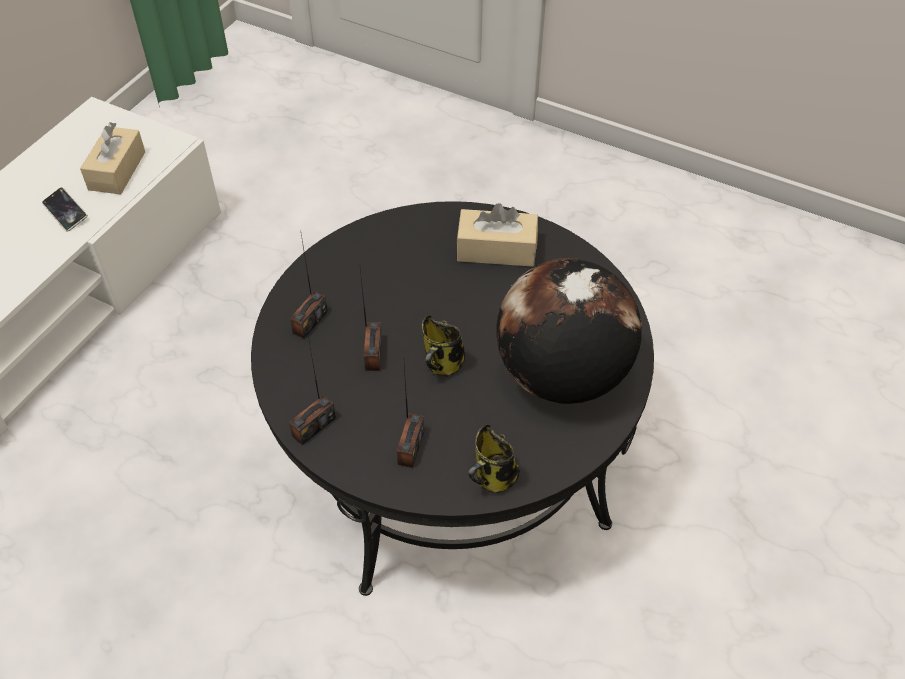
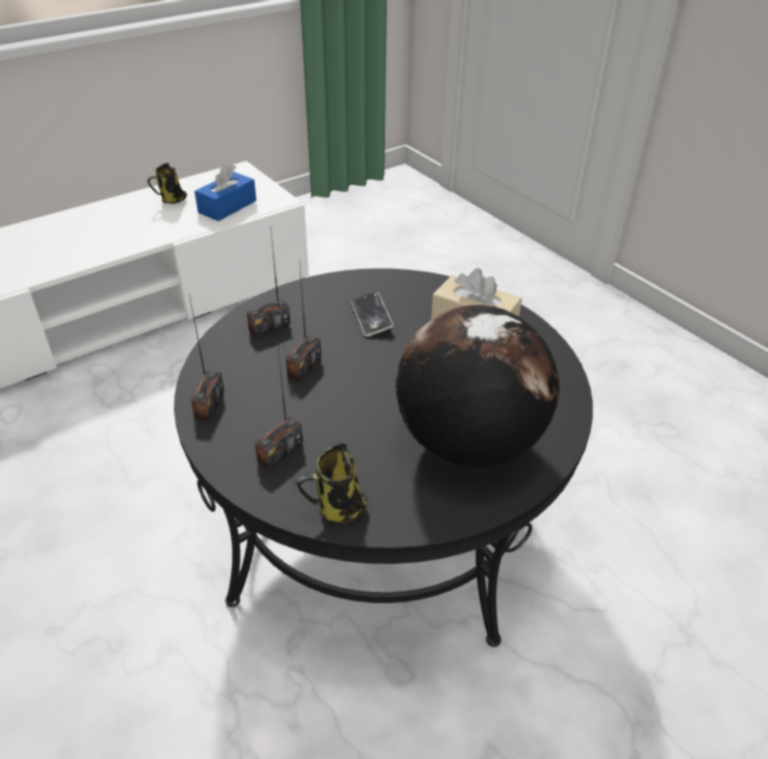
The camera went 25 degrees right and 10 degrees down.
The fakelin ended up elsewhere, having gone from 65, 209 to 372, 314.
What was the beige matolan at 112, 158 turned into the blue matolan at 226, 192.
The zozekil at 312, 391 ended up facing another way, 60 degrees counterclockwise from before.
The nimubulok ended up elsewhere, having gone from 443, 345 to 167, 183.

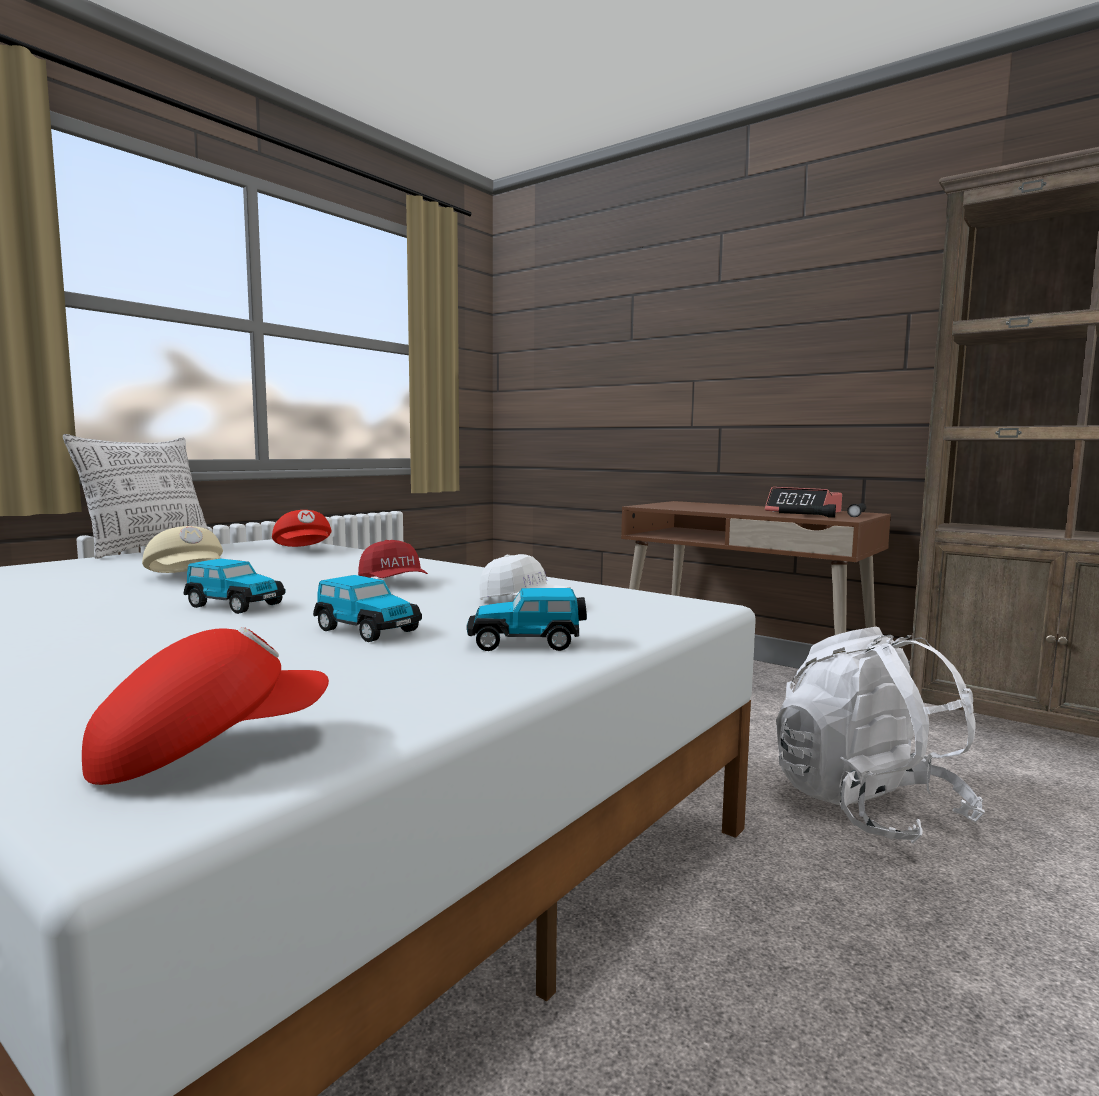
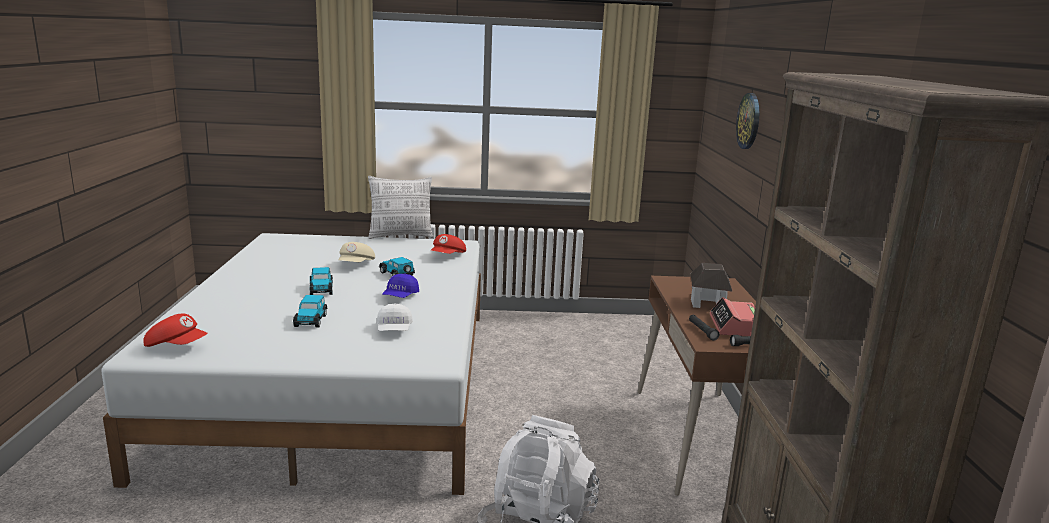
The camera went 50 degrees right and 10 degrees up.
What was the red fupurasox at 393, 559 turned into the blue fupurasox at 400, 285.
The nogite ended up elsewhere, having gone from 527, 619 to 397, 266.
The second view gained the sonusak at 712, 285.
The second view gained the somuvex at 747, 121.

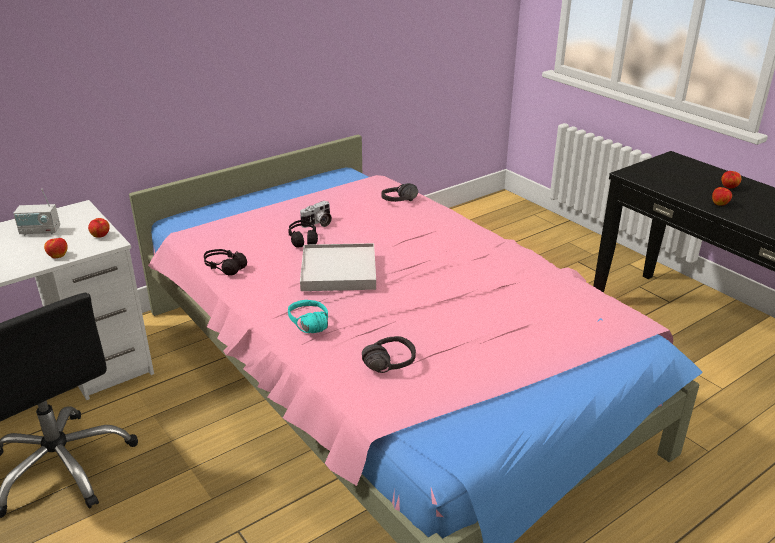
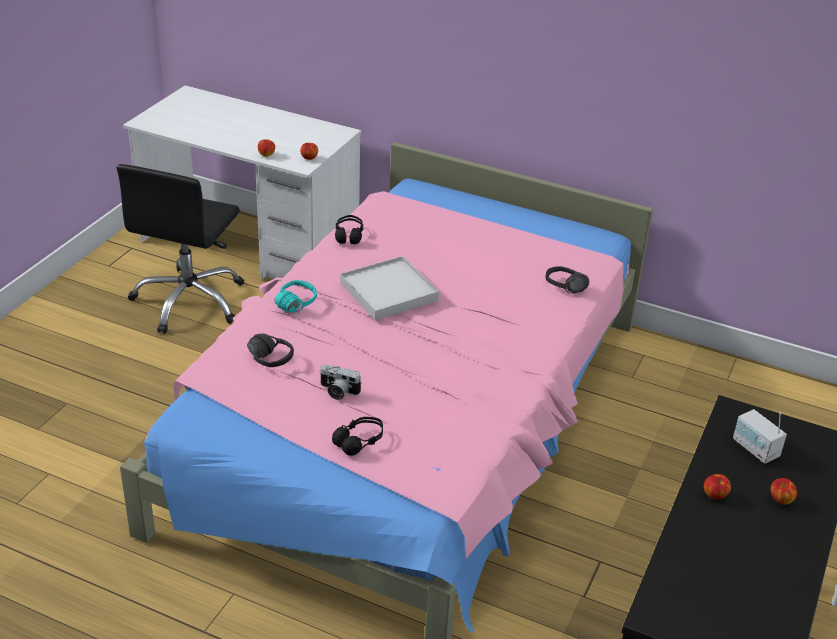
The camera went 60 degrees right and 5 degrees up.
The zozekil ended up elsewhere, having gone from 36, 212 to 760, 436.
The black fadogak ended up elsewhere, having gone from 303, 233 to 357, 436.
The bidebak ended up elsewhere, having gone from 316, 214 to 341, 382.

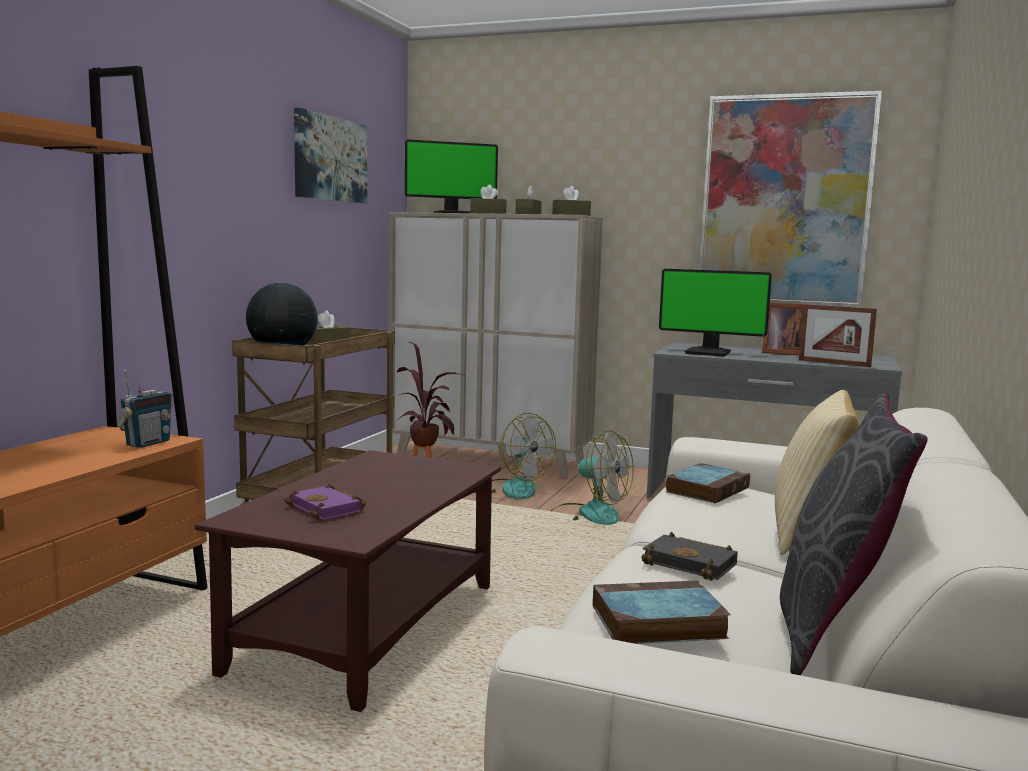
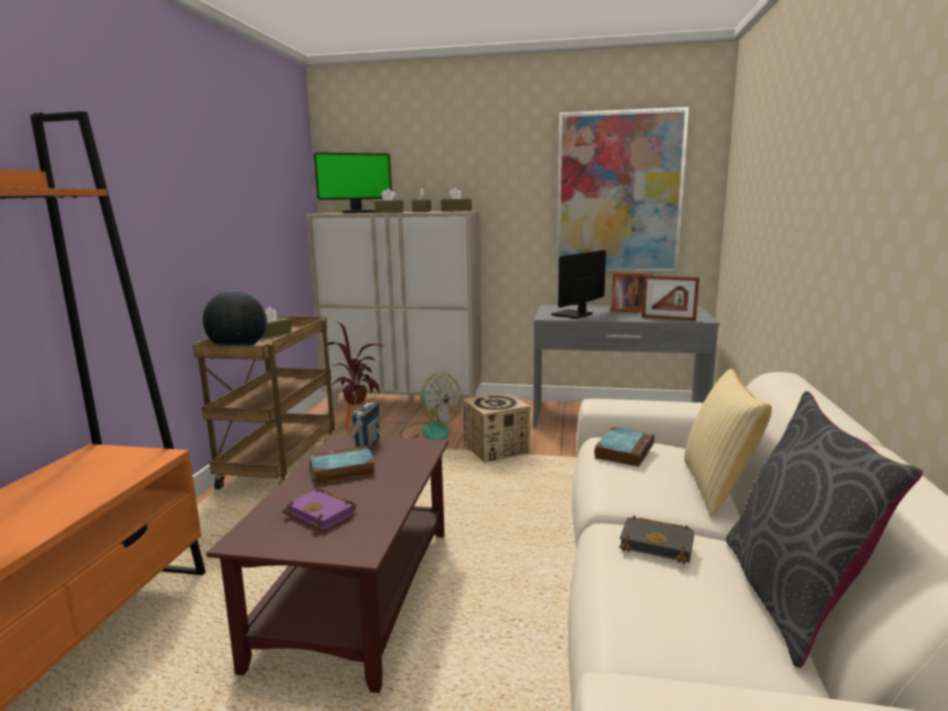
The camera went 10 degrees left and 5 degrees up.
The zozekil ended up elsewhere, having gone from 144, 409 to 365, 420.
The second view lost the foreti at 330, 156.
Where the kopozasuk stood at 592, 477, the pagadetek came to stand at 497, 427.
The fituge ended up elsewhere, having gone from 662, 612 to 342, 464.
The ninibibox at 715, 313 ended up facing another way, 120 degrees clockwise from before.

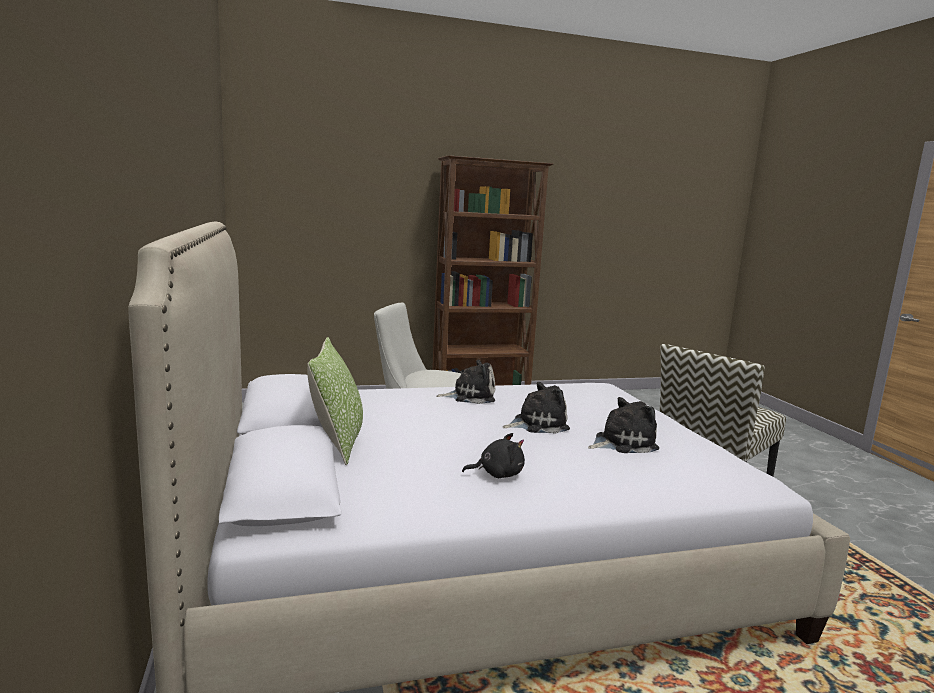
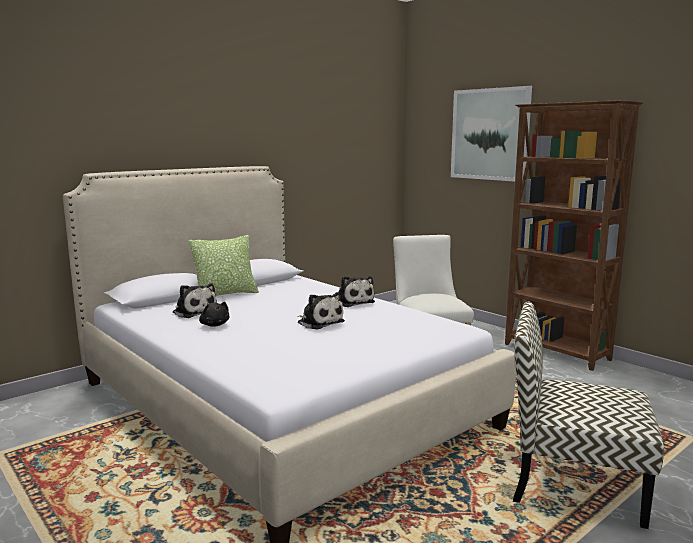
The camera went 65 degrees right and 0 degrees up.
The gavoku ended up elsewhere, having gone from 623, 425 to 195, 300.
The second view gained the foreti at 491, 134.

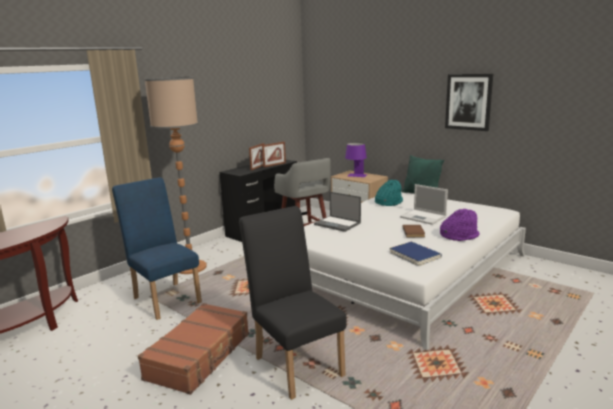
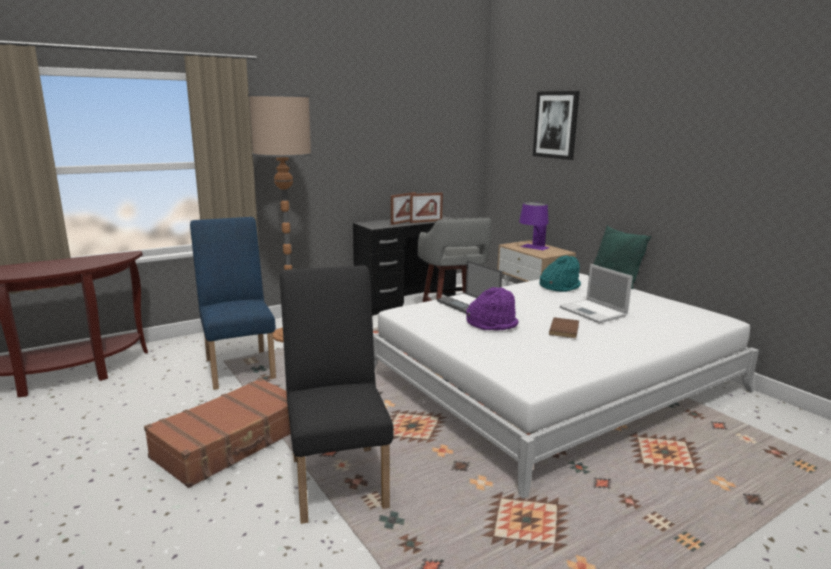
The camera went 15 degrees right and 0 degrees up.
The second view lost the blue fituge at 415, 253.
The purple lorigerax ended up elsewhere, having gone from 459, 225 to 492, 308.
The foreti ended up elsewhere, having gone from 469, 102 to 556, 125.

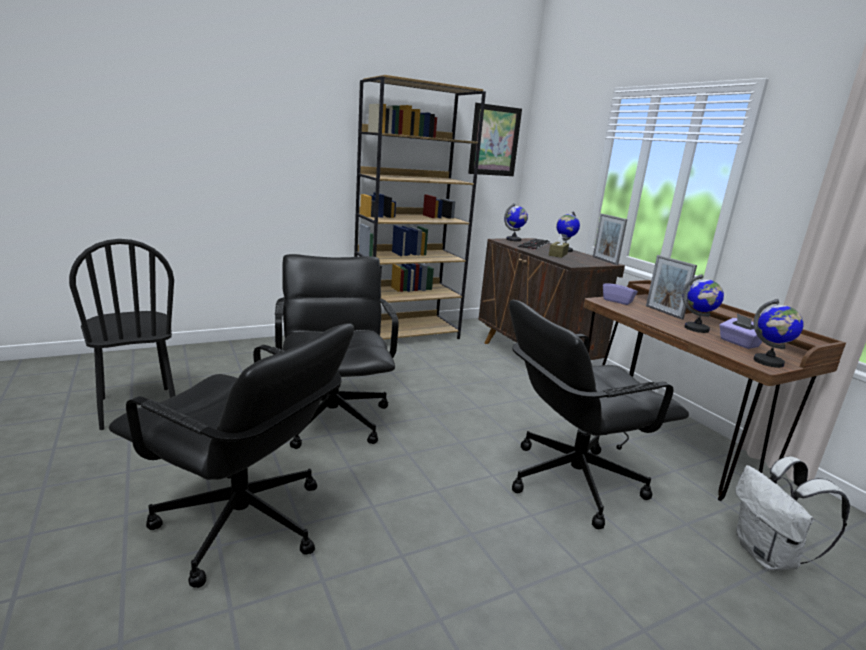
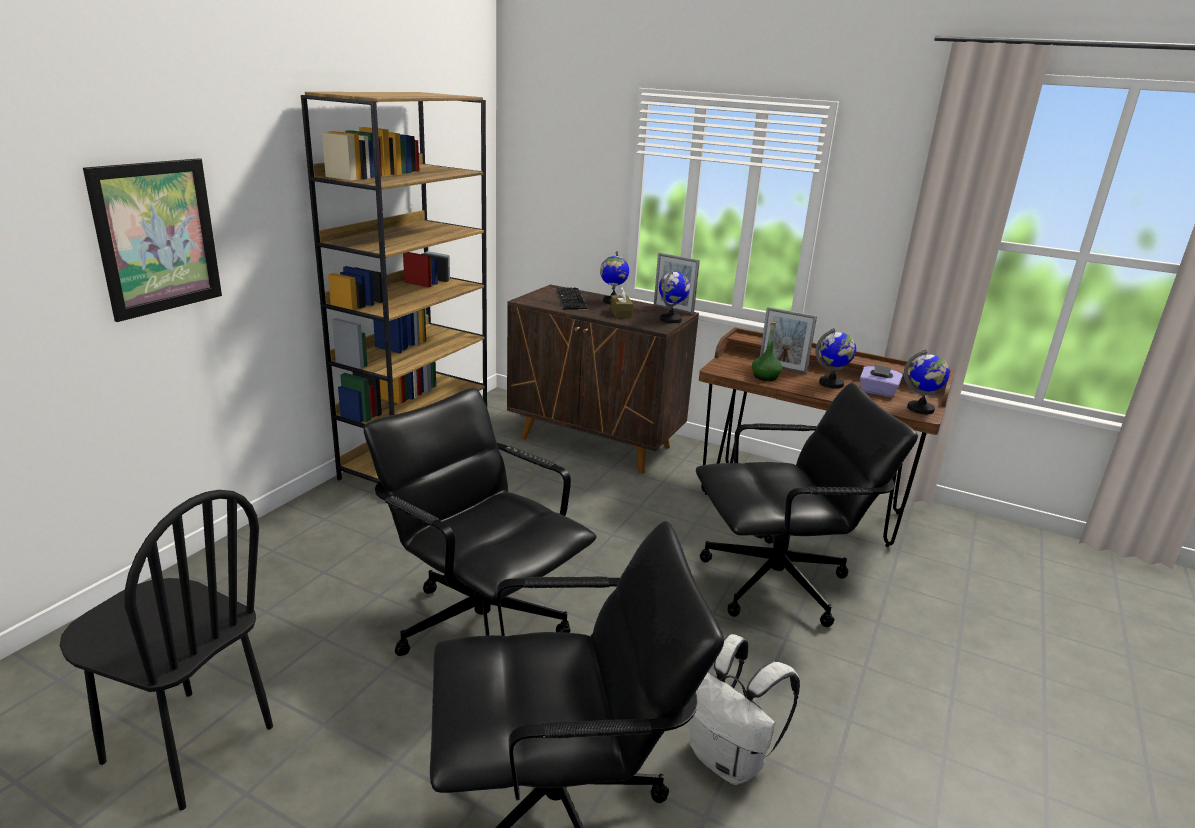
The camera went 35 degrees left and 5 degrees up.
The foreti ended up elsewhere, having gone from 495, 139 to 152, 240.
The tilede ended up elsewhere, having gone from 516, 222 to 674, 296.
The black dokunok at 599, 414 ended up facing another way, 135 degrees counterclockwise from before.
The second view lost the purple matolan at 620, 291.
The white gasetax ended up elsewhere, having gone from 792, 513 to 744, 709.
The second view gained the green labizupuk at 767, 351.

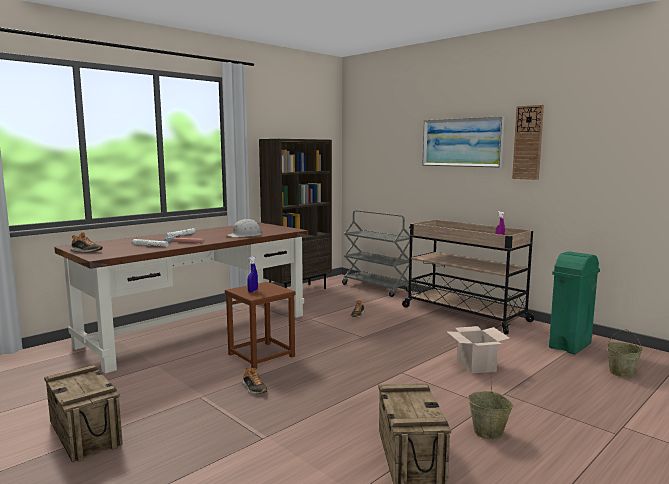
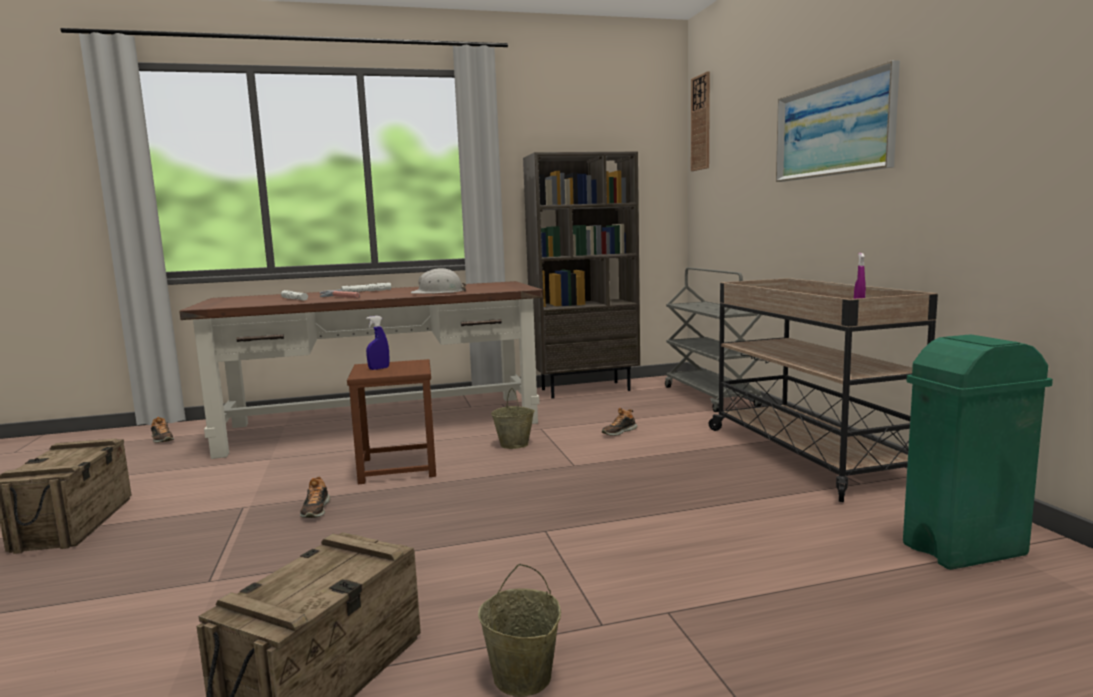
The camera went 30 degrees right and 0 degrees up.
The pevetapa ended up elsewhere, having gone from 86, 242 to 162, 430.
The second view lost the pagadetek at 478, 350.
The somuvex ended up elsewhere, having gone from 528, 142 to 700, 121.
The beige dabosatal ended up elsewhere, having gone from 624, 353 to 513, 418.

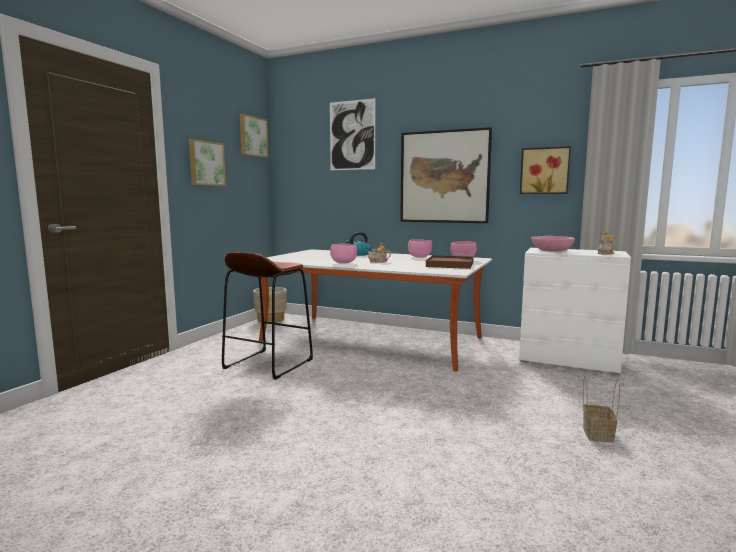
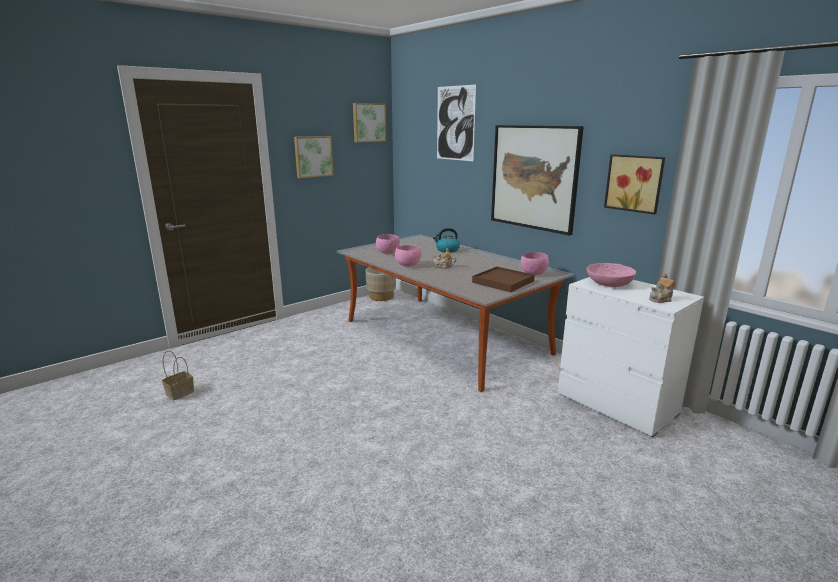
The camera went 25 degrees right and 10 degrees up.
The second view lost the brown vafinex at 267, 316.
The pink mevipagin ended up elsewhere, having gone from 420, 248 to 388, 244.
The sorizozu ended up elsewhere, having gone from 601, 409 to 178, 375.

